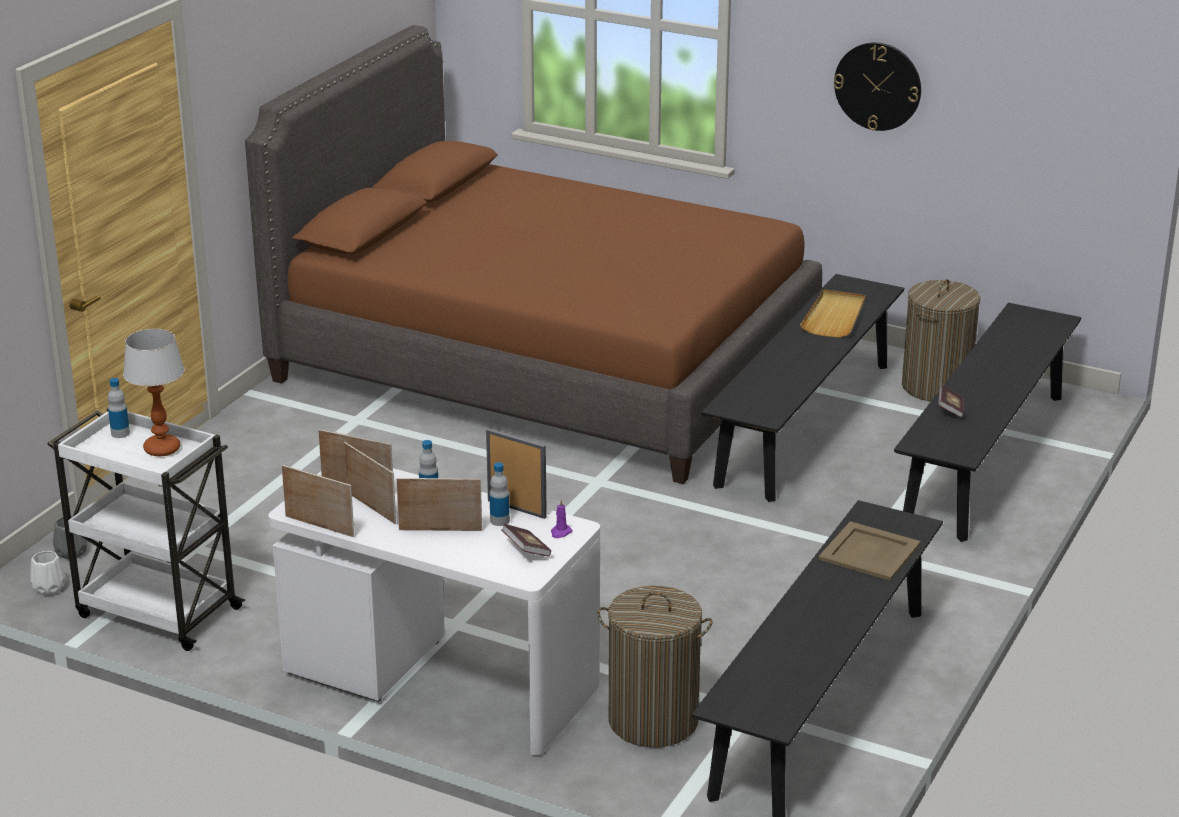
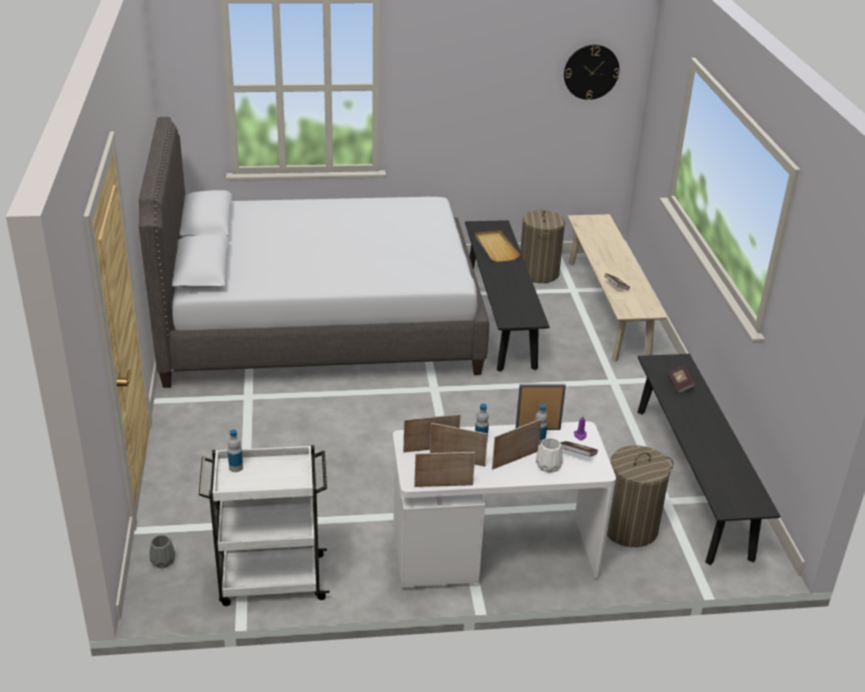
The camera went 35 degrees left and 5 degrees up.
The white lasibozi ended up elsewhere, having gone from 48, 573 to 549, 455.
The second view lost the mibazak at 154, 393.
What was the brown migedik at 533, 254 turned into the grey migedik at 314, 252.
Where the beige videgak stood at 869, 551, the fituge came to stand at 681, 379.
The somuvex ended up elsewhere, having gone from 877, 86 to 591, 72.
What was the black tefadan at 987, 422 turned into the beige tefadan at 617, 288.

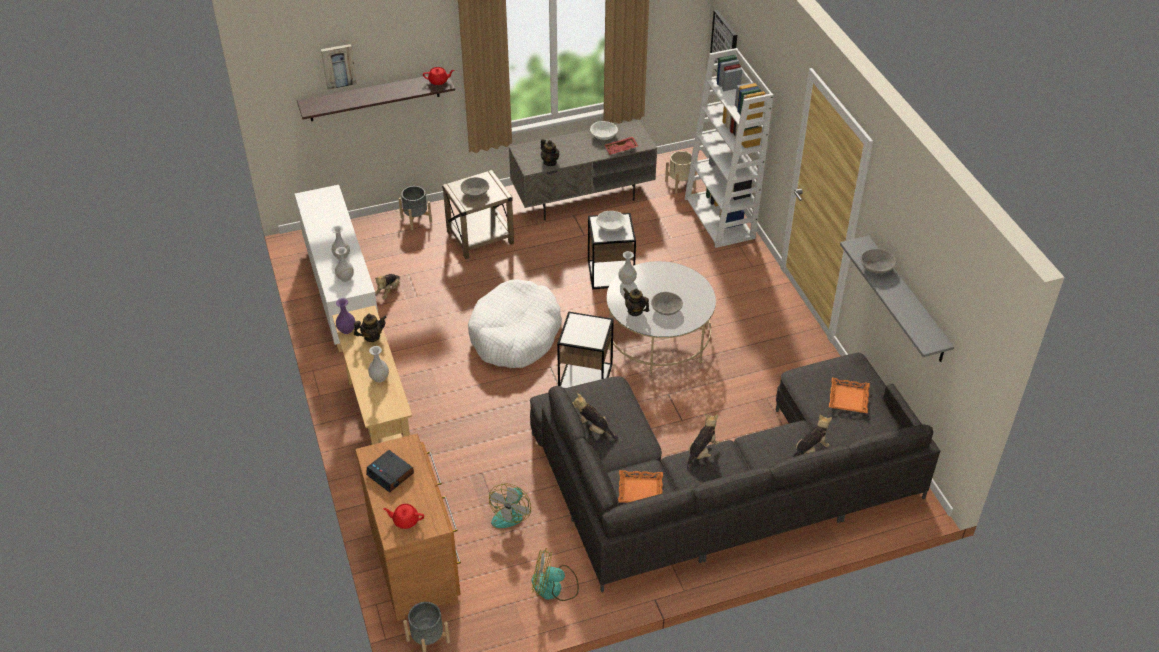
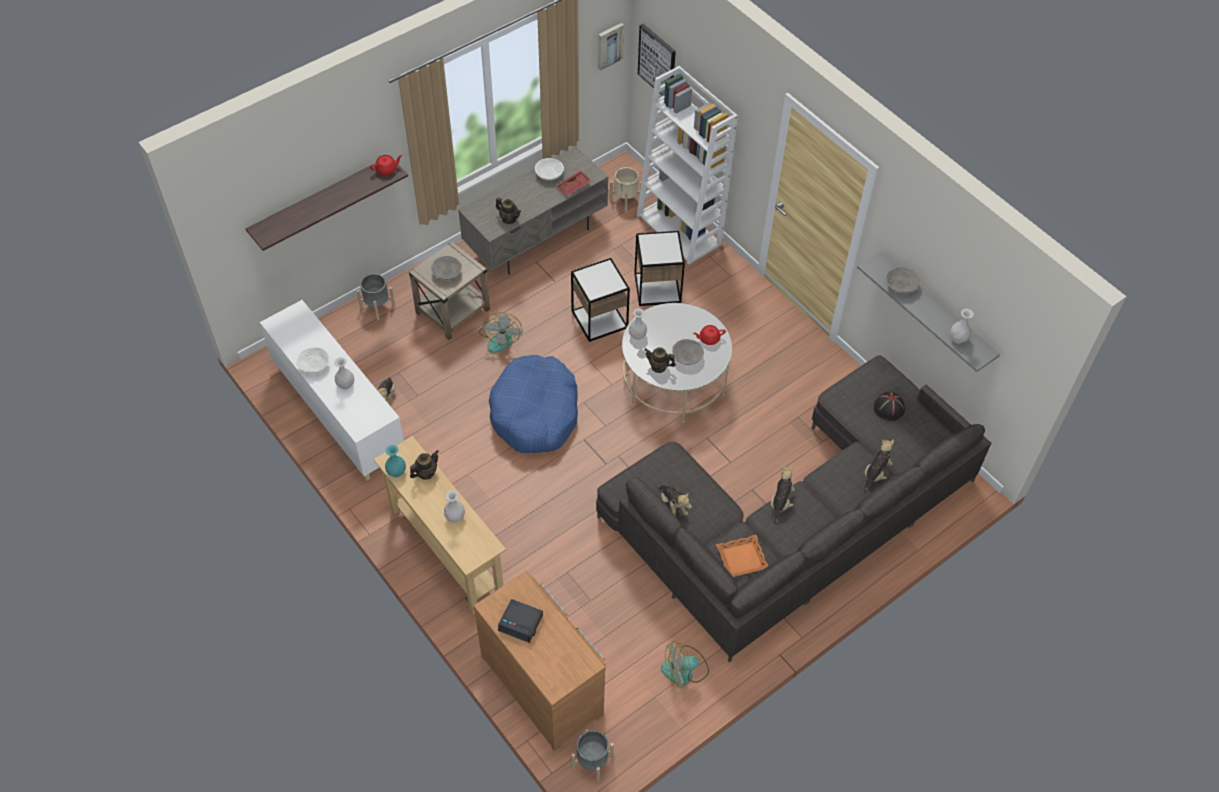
The camera went 20 degrees left and 10 degrees up.
The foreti ended up elsewhere, having gone from 339, 67 to 611, 46.
The white lasibozi ended up elsewhere, having gone from 344, 264 to 962, 326.
What was the purple lasibozi at 346, 316 turned into the turquoise lasibozi at 395, 461.
The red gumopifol ended up elsewhere, having gone from 403, 516 to 709, 335.
What was the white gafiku at 515, 324 turned into the blue gafiku at 533, 404.
The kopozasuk ended up elsewhere, having gone from 510, 505 to 501, 332.
The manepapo ended up elsewhere, having gone from 585, 349 to 659, 268.
The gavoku at 595, 416 ended up facing another way, 135 degrees counterclockwise from before.
The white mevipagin ended up elsewhere, having gone from 611, 221 to 313, 360.
Where the orange videgak stood at 849, 395, the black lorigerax came to stand at 889, 406.

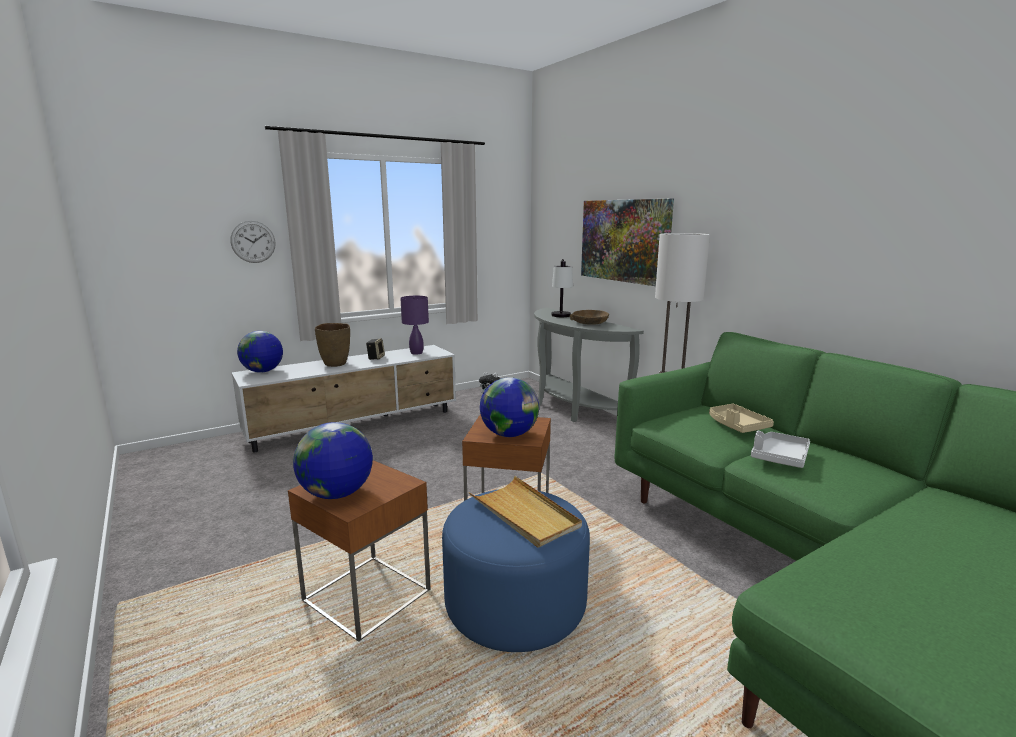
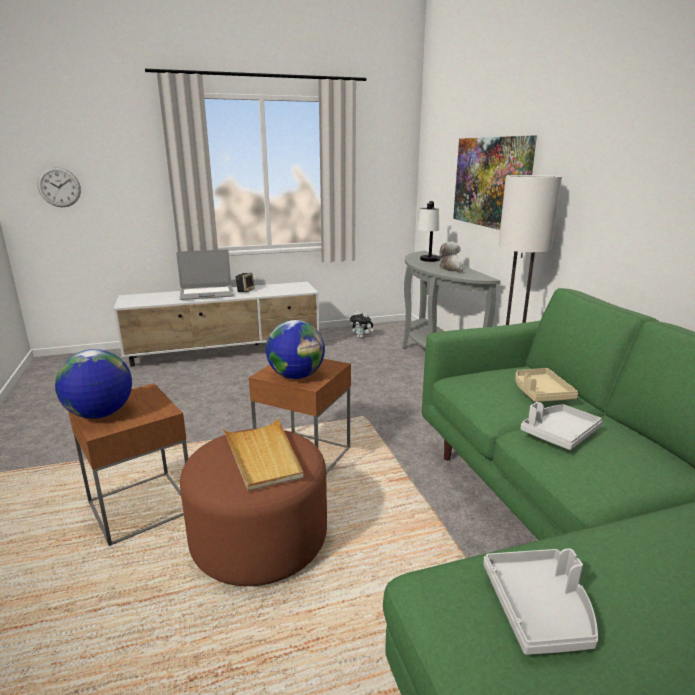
The camera went 15 degrees right and 5 degrees up.
The somuvex ended up elsewhere, having gone from 253, 242 to 59, 187.
The second view lost the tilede at 260, 352.
Where the brown lasibozi stood at 332, 345, the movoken came to stand at 205, 274.
The second view lost the purple mibazak at 414, 325.
What was the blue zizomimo at 516, 570 turned into the brown zizomimo at 253, 507.
Where the brown mevipagin stood at 589, 317, the gavoku came to stand at 450, 257.
The second view gained the grey videgak at 540, 601.

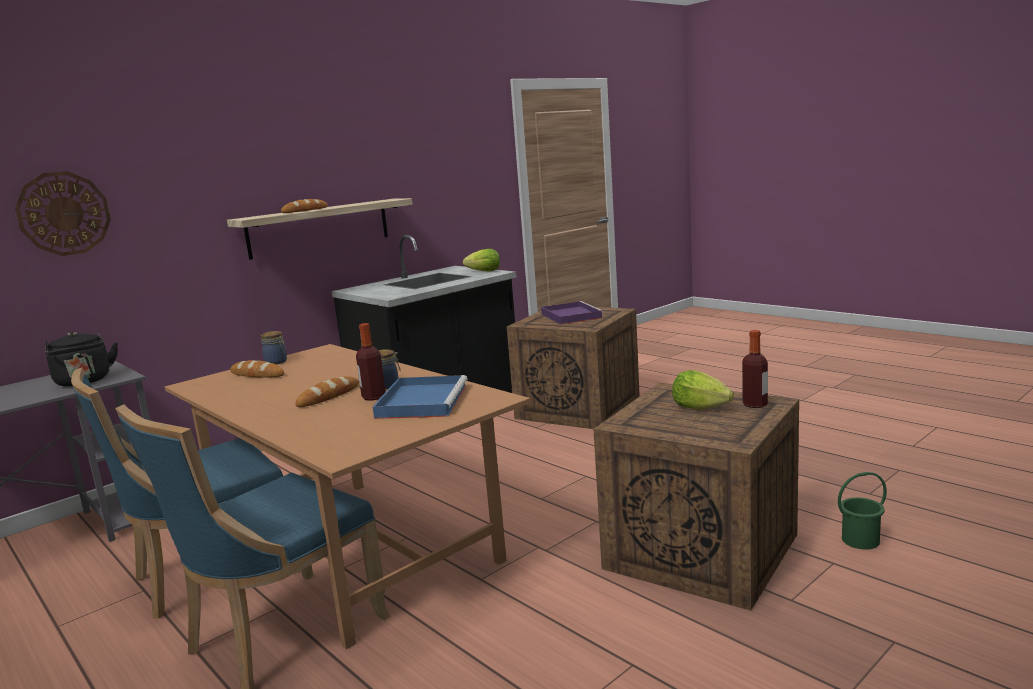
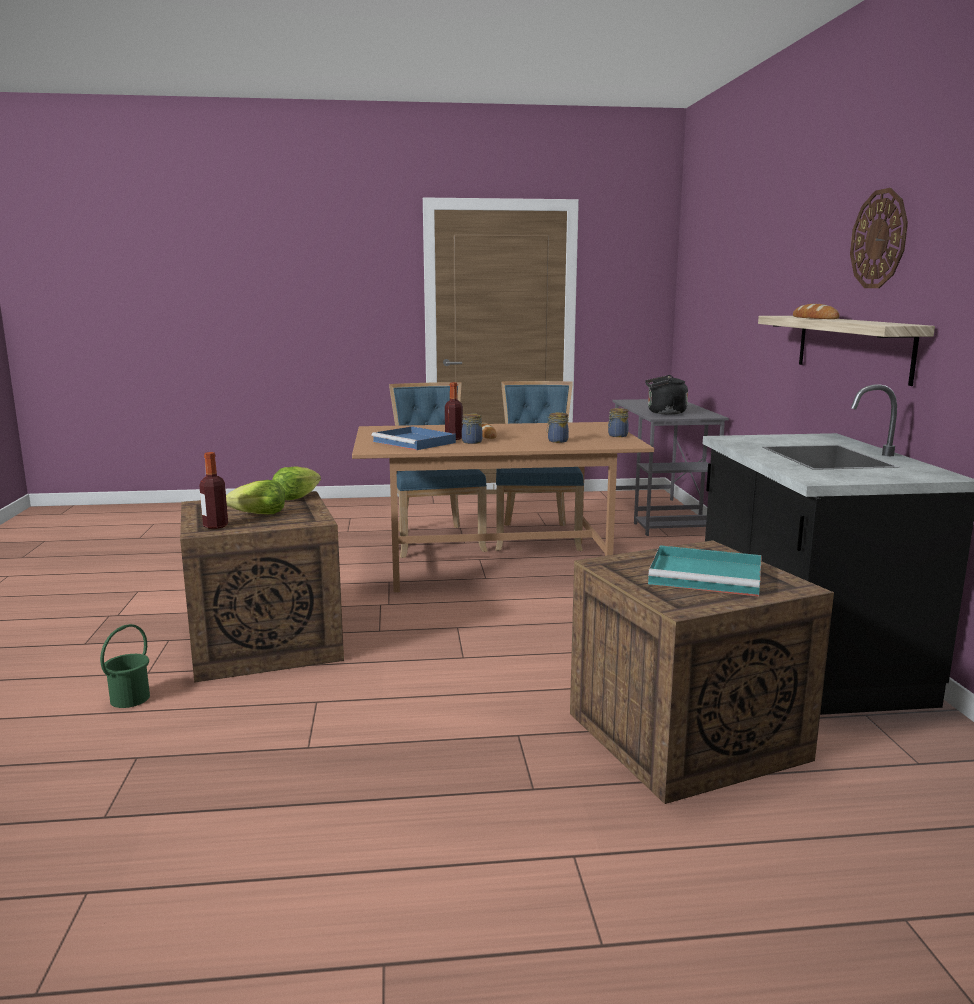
The camera went 125 degrees right and 0 degrees up.
The somuvex ended up elsewhere, having gone from 63, 213 to 879, 238.
The second view lost the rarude at 257, 369.
The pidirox ended up elsewhere, having gone from 481, 260 to 296, 483.
What was the purple videgak at 572, 313 turned into the turquoise videgak at 705, 571.
The second view gained the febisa at 558, 427.

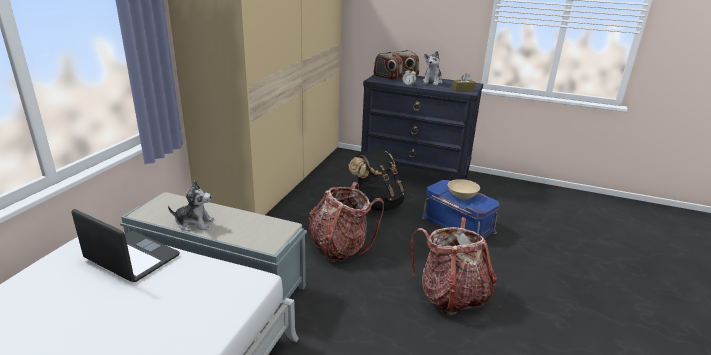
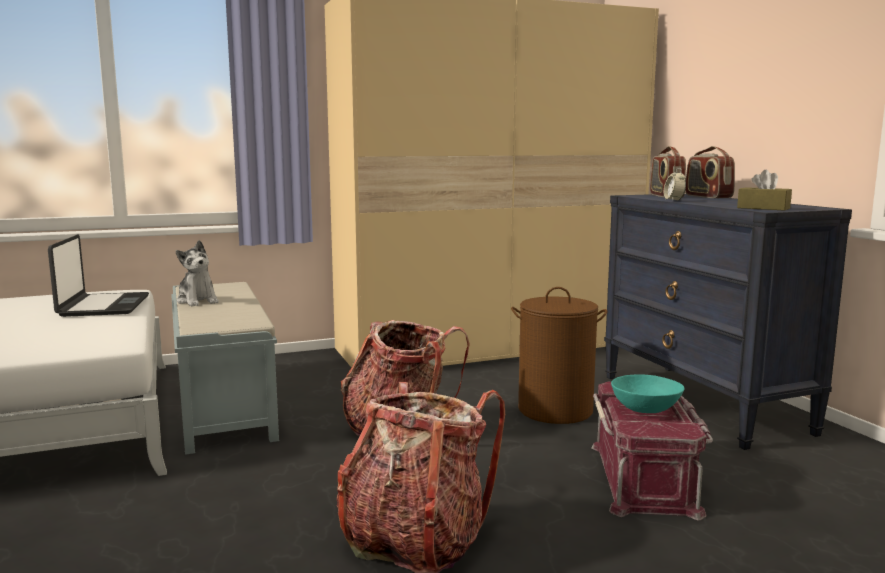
The camera went 50 degrees right and 15 degrees down.
Where the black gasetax stood at 376, 179, the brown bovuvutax came to stand at 559, 355.
What was the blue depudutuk at 460, 209 turned into the red depudutuk at 652, 451.
The second view lost the gavoku at 432, 68.
What was the beige mevipagin at 464, 189 turned into the turquoise mevipagin at 648, 393.

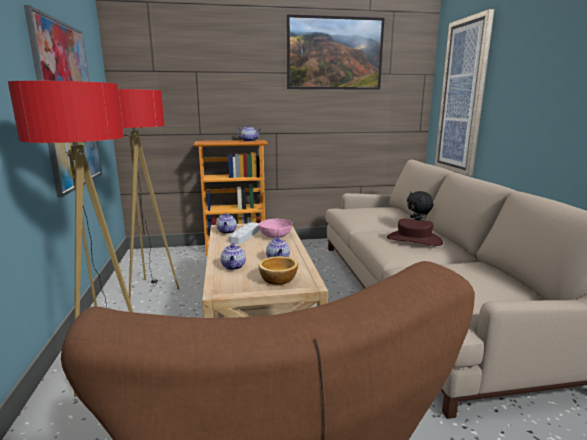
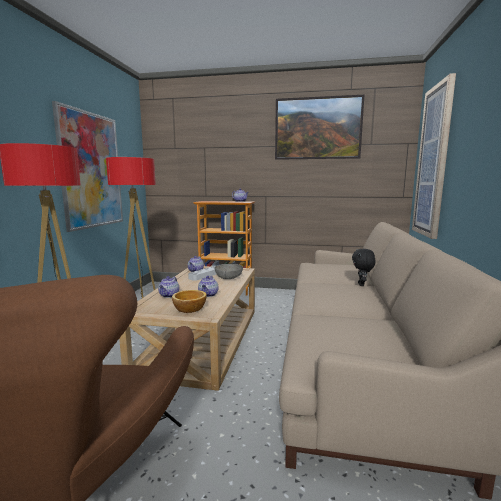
The camera went 20 degrees right and 5 degrees down.
What was the pink mevipagin at 275, 228 turned into the grey mevipagin at 229, 271.
The second view lost the brown lorigerax at 415, 232.

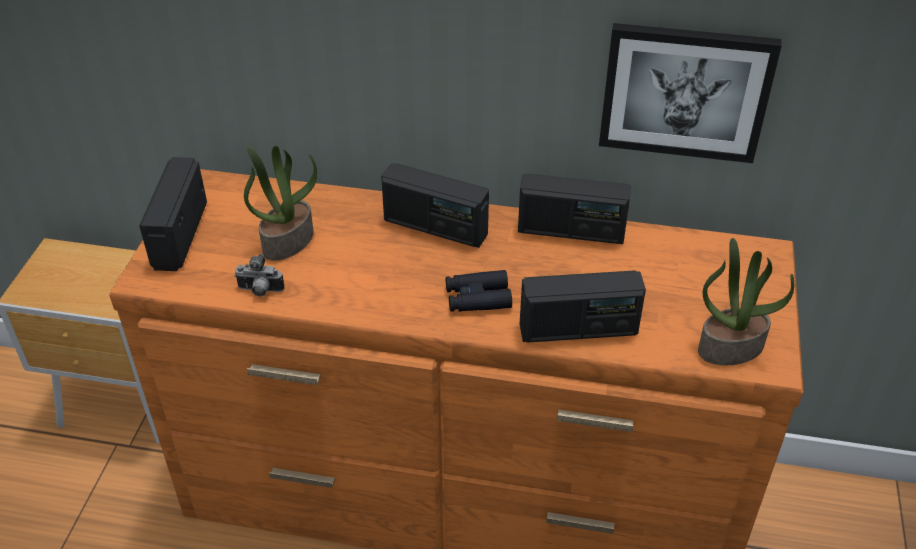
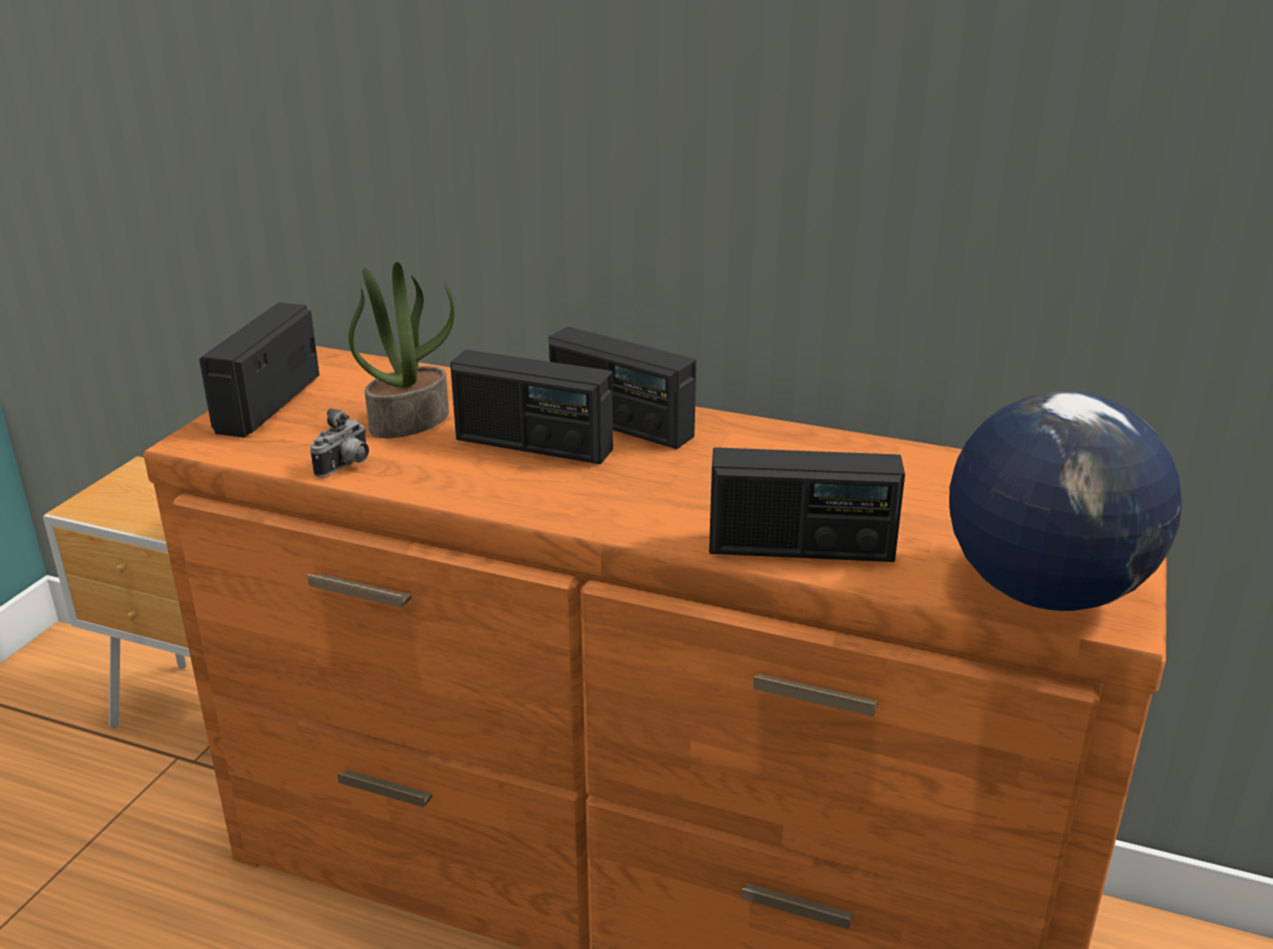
The camera went 10 degrees right and 15 degrees down.
The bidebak at 260, 275 ended up facing another way, 75 degrees counterclockwise from before.
The second view lost the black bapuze at 479, 291.
The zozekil ended up elsewhere, having gone from 574, 208 to 531, 407.
The second view lost the foreti at 690, 93.
Where the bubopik stood at 746, 301, the tilede came to stand at 1065, 501.

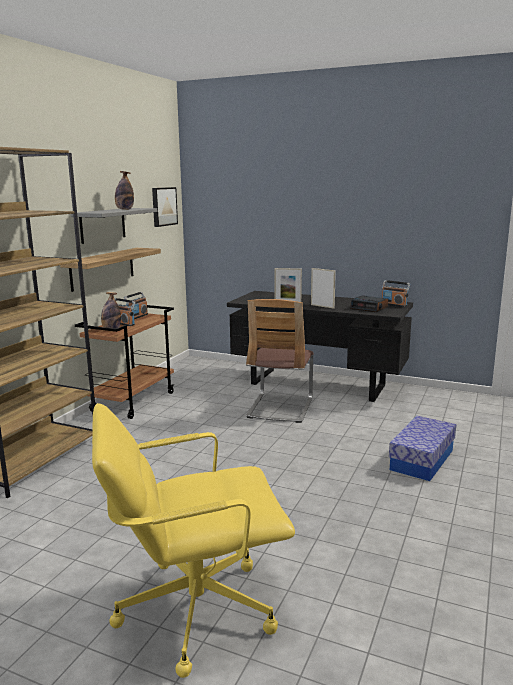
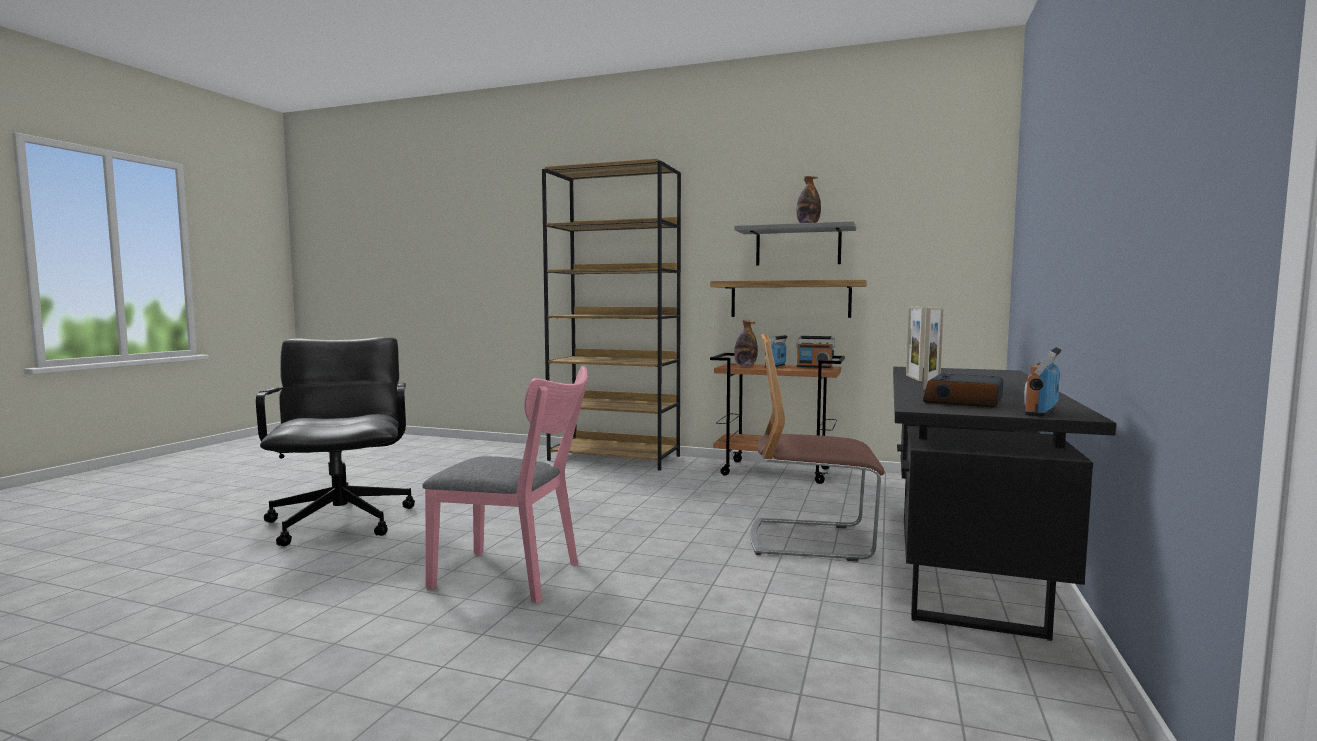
The camera went 85 degrees right and 10 degrees down.
What was the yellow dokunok at 193, 540 turned into the black dokunok at 335, 441.
The second view lost the foreti at 165, 207.
The second view lost the depudutuk at 422, 448.
The second view gained the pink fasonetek at 505, 484.

